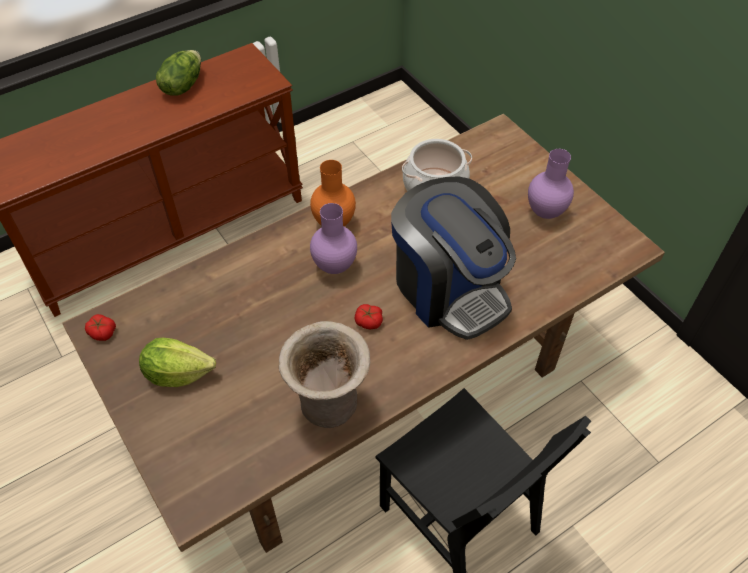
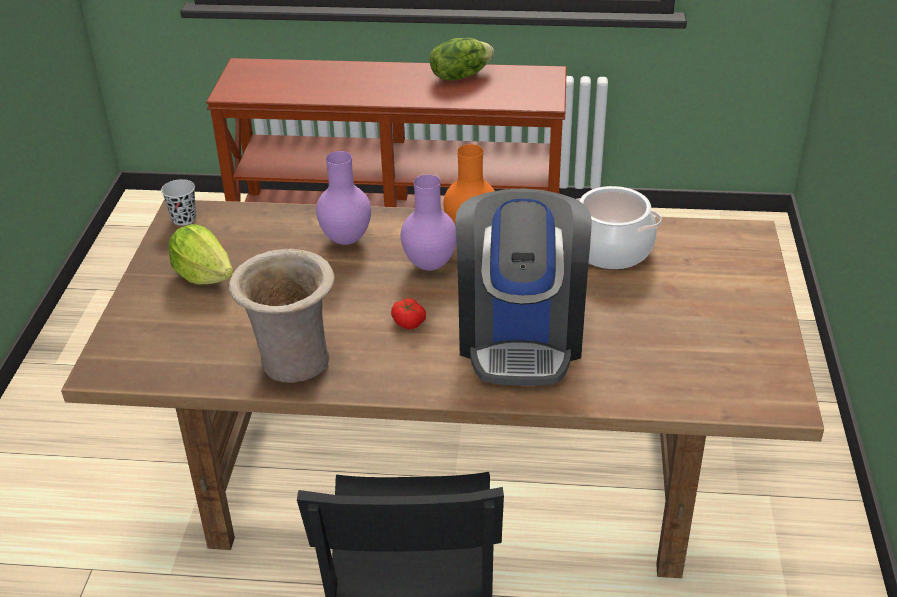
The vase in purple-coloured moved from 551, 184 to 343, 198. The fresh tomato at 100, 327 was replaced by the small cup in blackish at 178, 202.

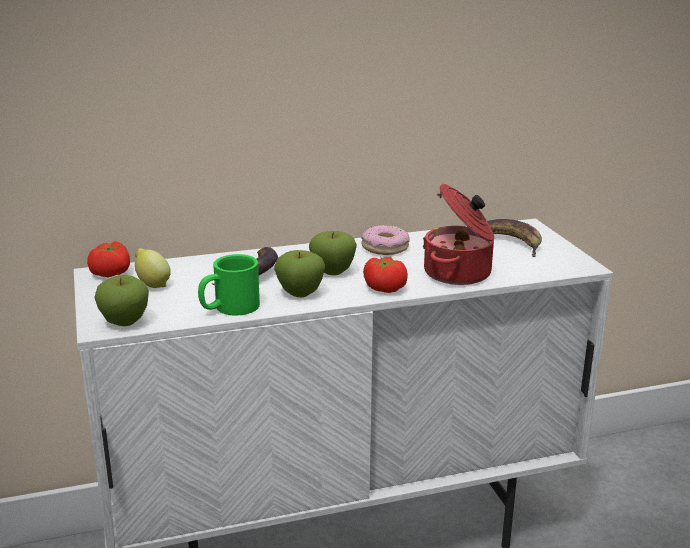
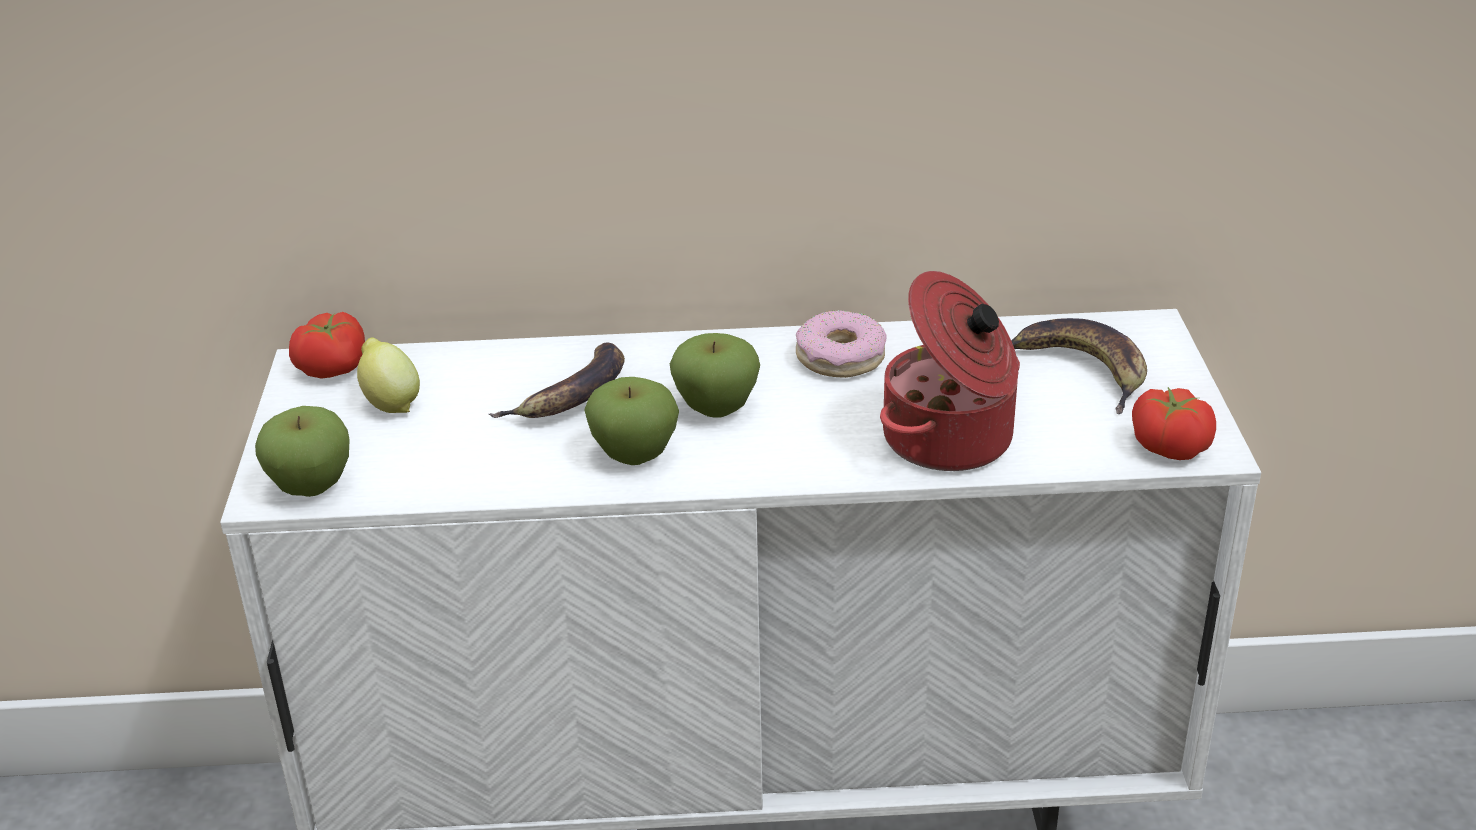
The mug in green-coloured at 229, 284 disappeared. The fresh tomato moved from 385, 275 to 1174, 423.

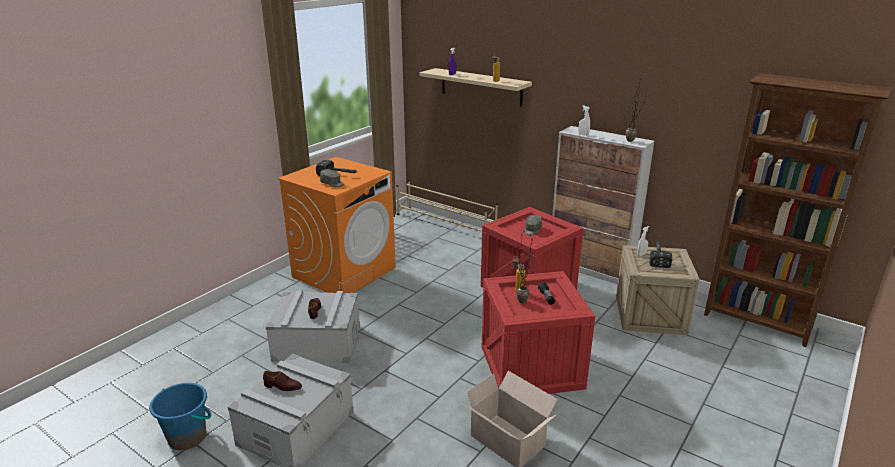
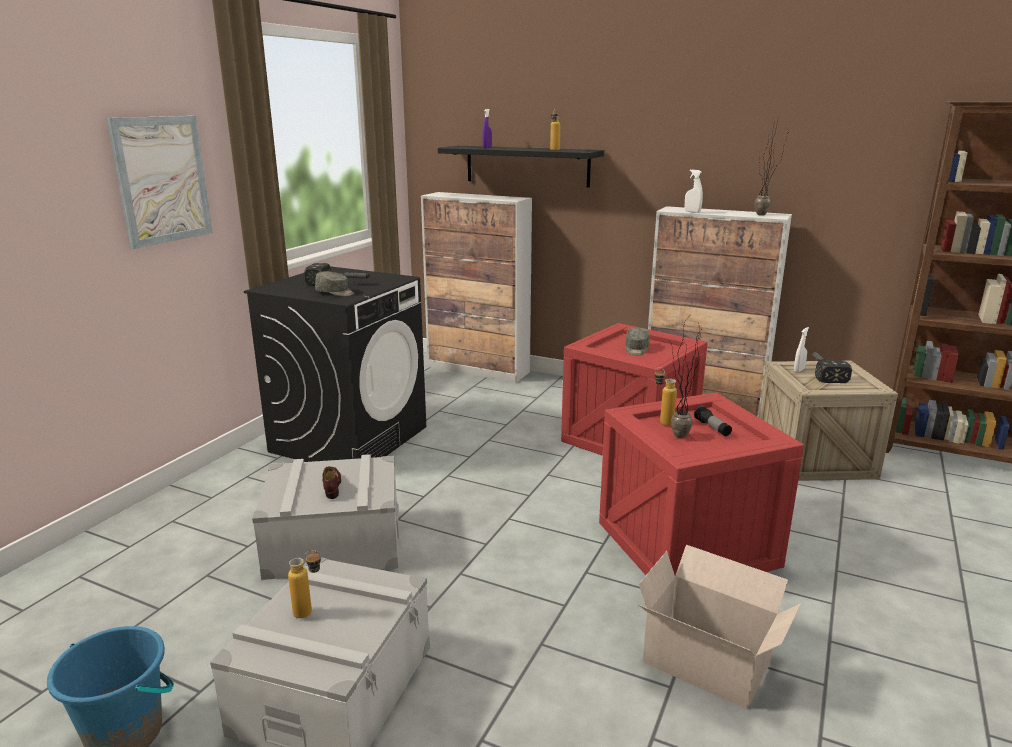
The shelf in beige-coloured at 475, 87 became the shelf in blackish at 521, 167. The washing machine in orange-coloured at 337, 225 became the washing machine in blackish at 335, 364. The shoe rack in beige-coloured at 447, 205 was replaced by the storage cabinet at 476, 287. The shoe in brown at 282, 381 was replaced by the bottle at 304, 584. The wall picture at 160, 182 appeared.

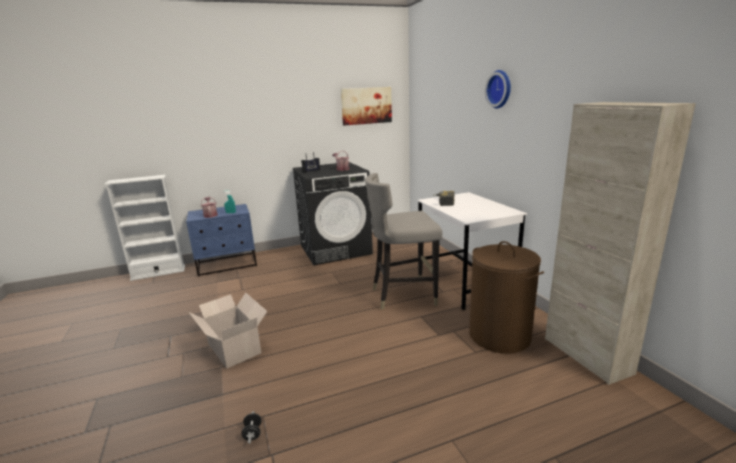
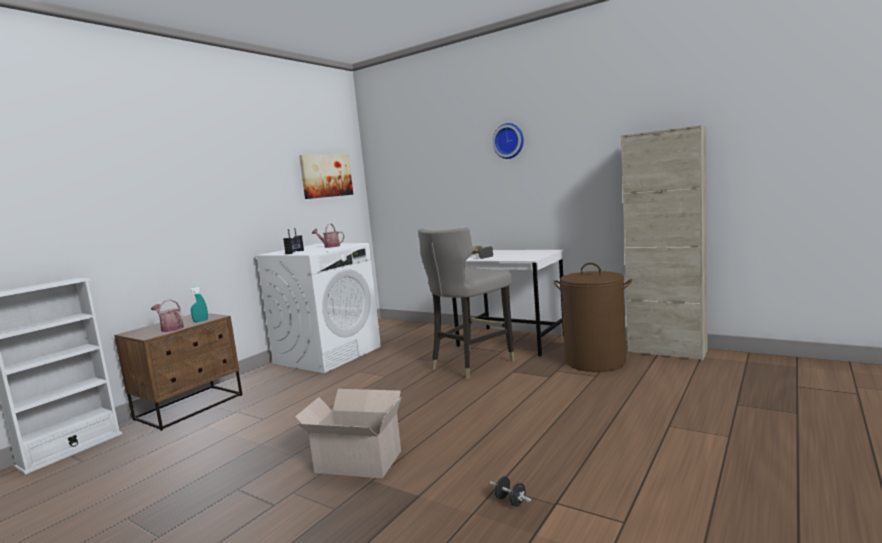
The washing machine in blackish at 333, 213 became the washing machine in white at 318, 308. The bedside table in blue-coloured at 221, 240 became the bedside table in brown at 178, 372.

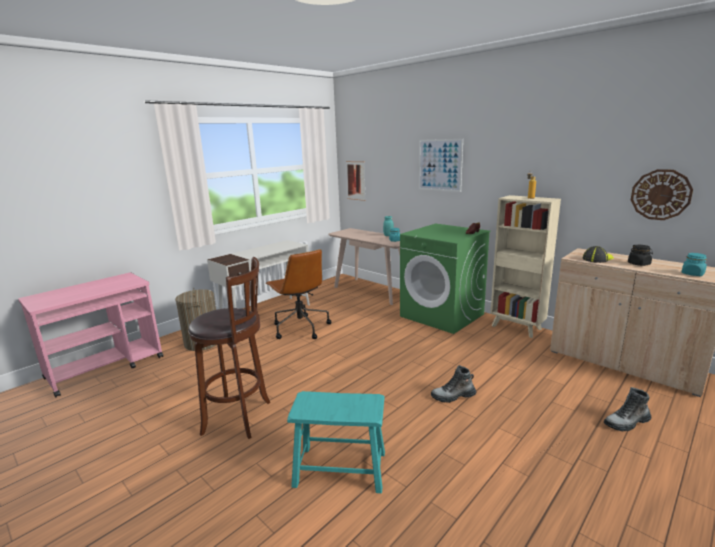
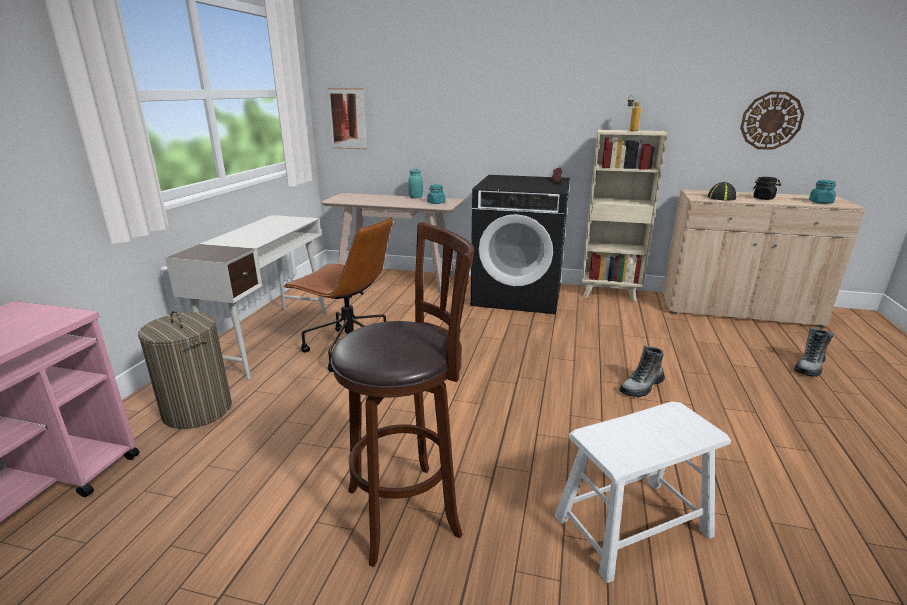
The wall picture at 441, 165 disappeared. The washing machine in green-coloured at 445, 279 became the washing machine in blackish at 520, 244. The sitting stool in turquoise-coloured at 336, 442 became the sitting stool in white at 643, 492.

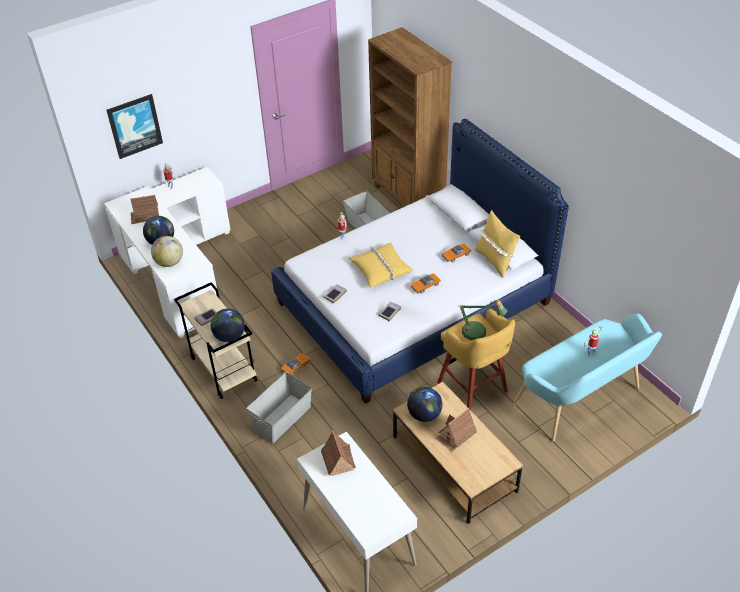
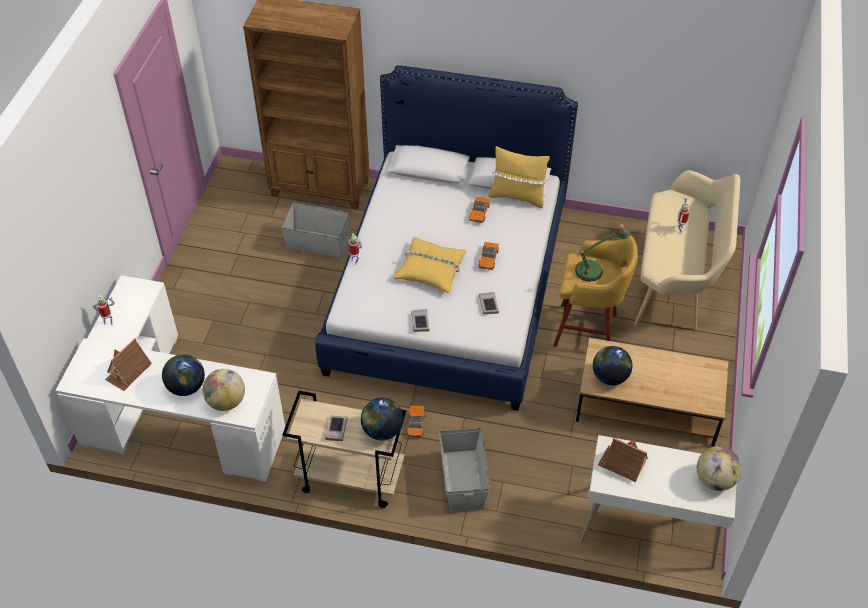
The wall picture at 135, 126 disappeared. The long seat in turquoise-coloured at 586, 377 became the long seat in beige-coloured at 687, 250. The miniature house at 456, 430 disappeared. The desk globe at 719, 468 appeared.

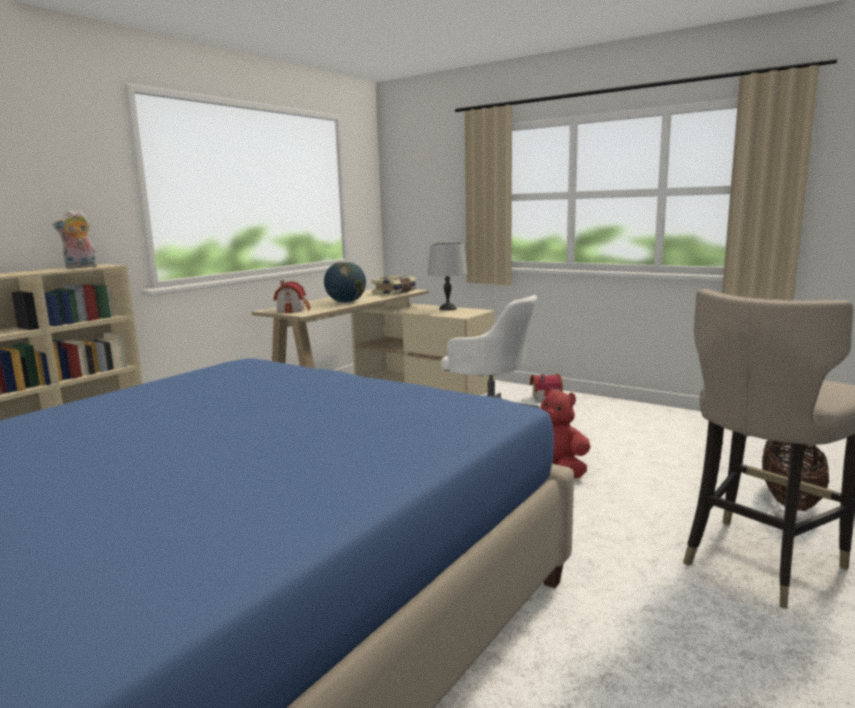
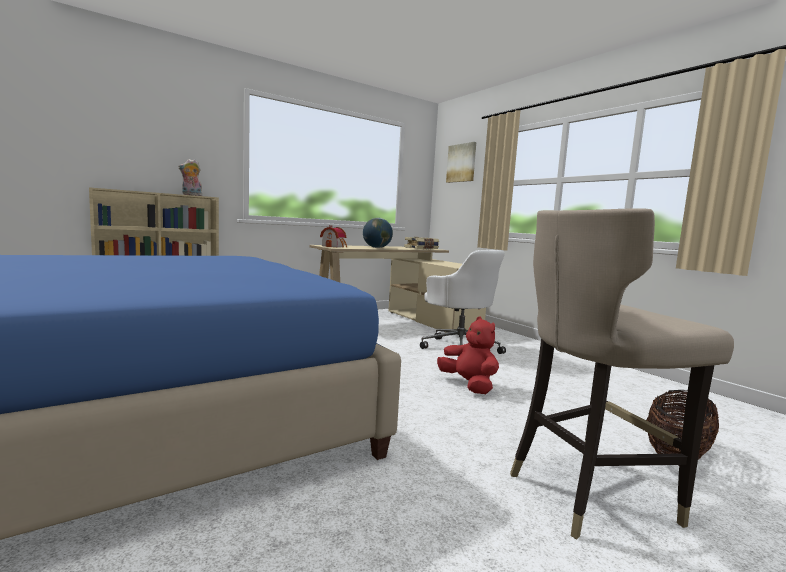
The lamp for a table in grey at 447, 276 disappeared. The miniature house at 546, 388 disappeared. The wall picture at 461, 162 appeared.

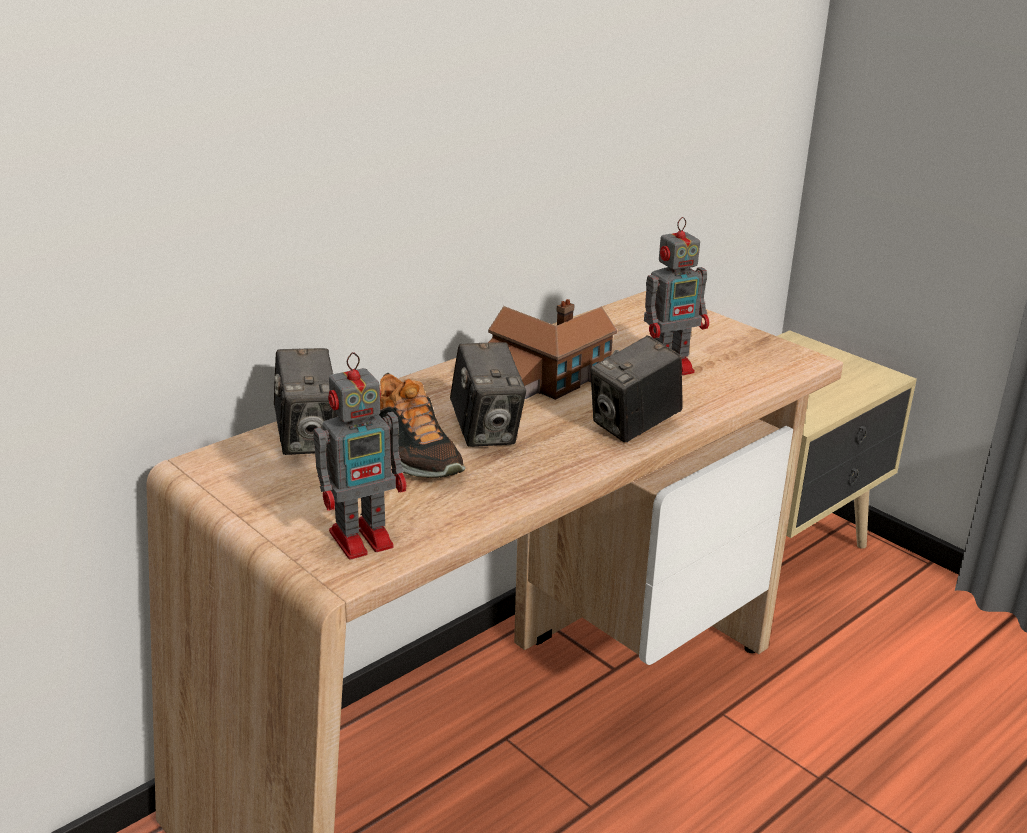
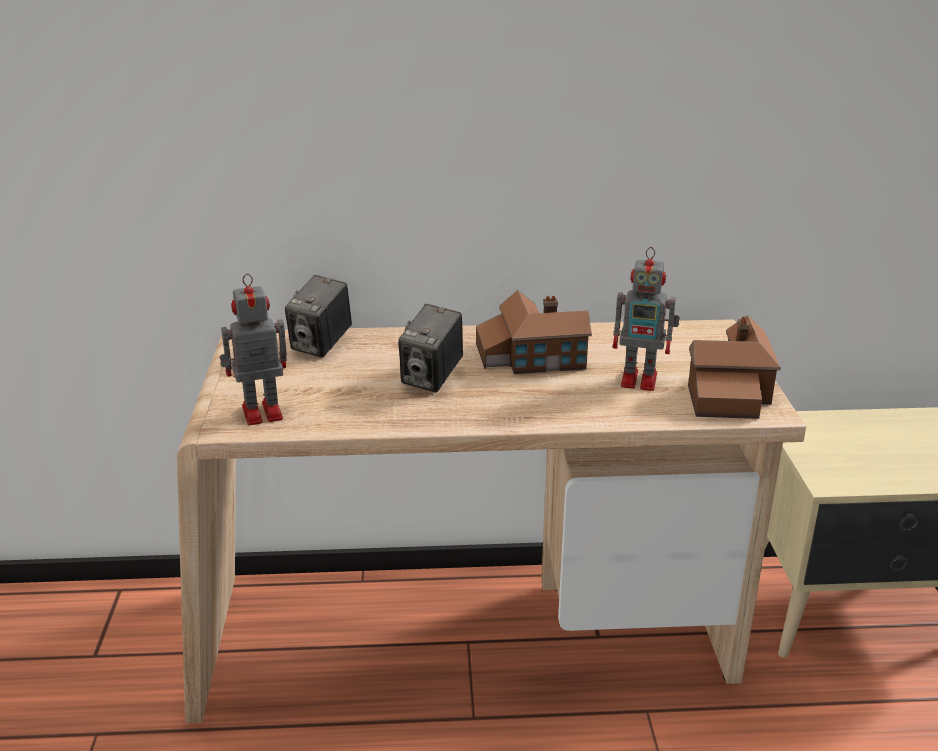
The still camera at 636, 389 disappeared. The robot figure at 360, 455 turned 150 degrees clockwise. The shoe at 422, 425 disappeared. The miniature house at 734, 367 appeared.

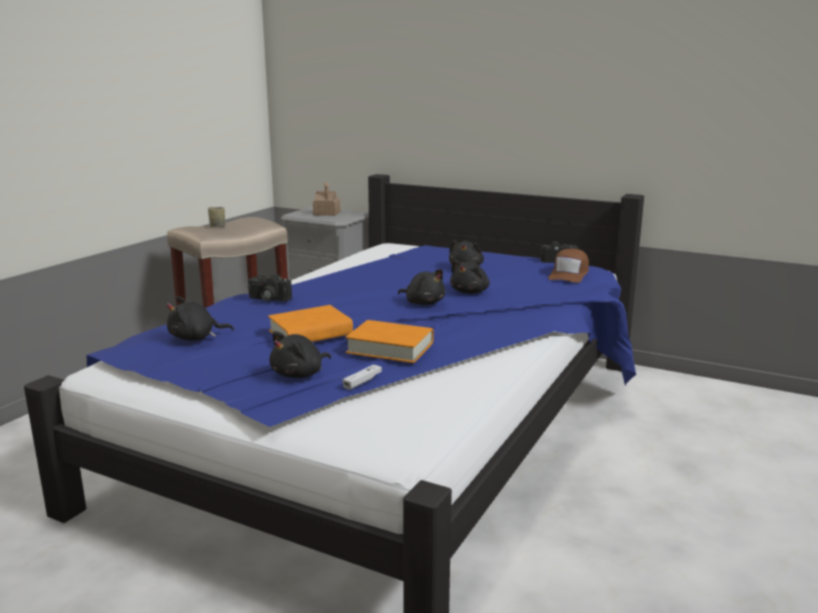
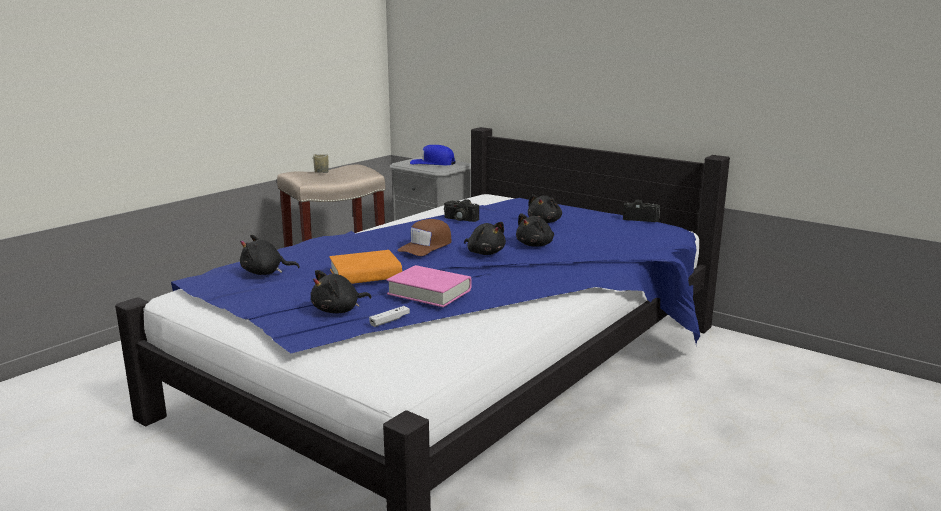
The miniature house at 326, 198 was replaced by the cap in blue-coloured at 433, 155. The cap in brown moved from 568, 266 to 424, 237. The still camera moved from 270, 287 to 461, 210. The volume in orange-coloured at 389, 341 became the volume in pinkish at 429, 286.

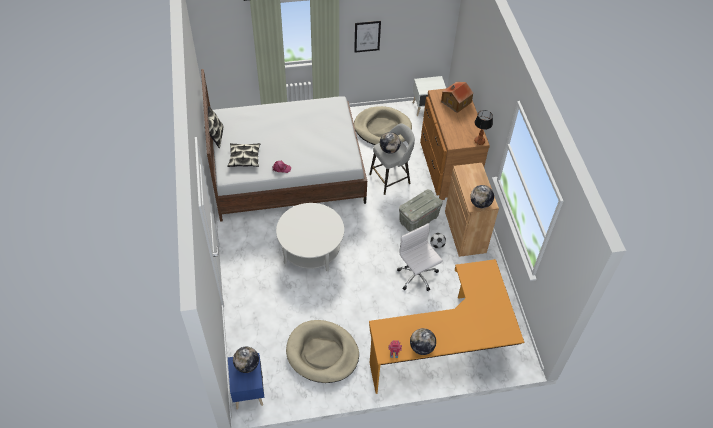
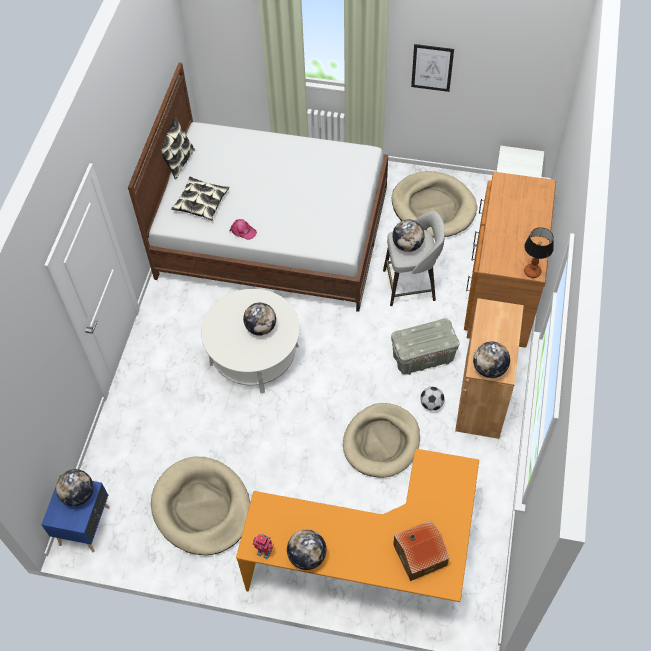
The miniature house moved from 457, 97 to 421, 550. The computer chair in white at 420, 257 was replaced by the pet bed in beige-coloured at 381, 440. The desk globe at 259, 319 appeared.

